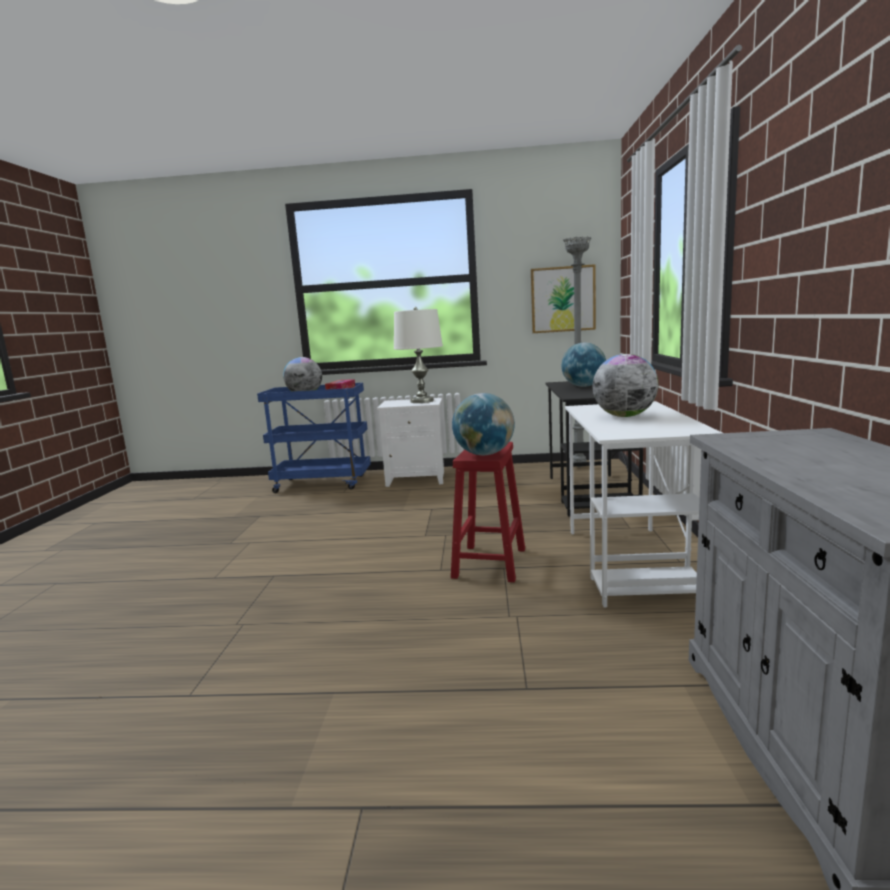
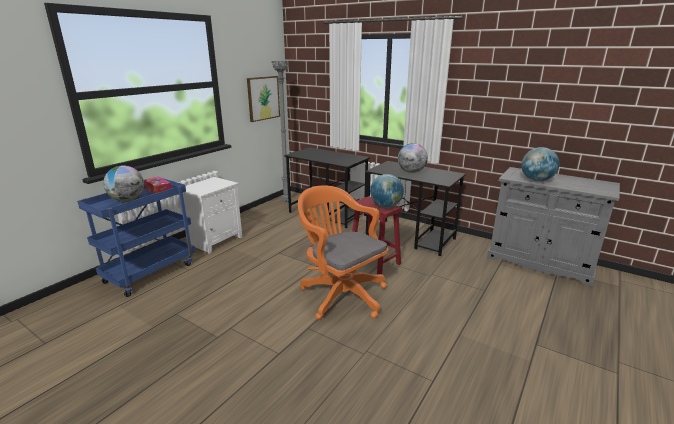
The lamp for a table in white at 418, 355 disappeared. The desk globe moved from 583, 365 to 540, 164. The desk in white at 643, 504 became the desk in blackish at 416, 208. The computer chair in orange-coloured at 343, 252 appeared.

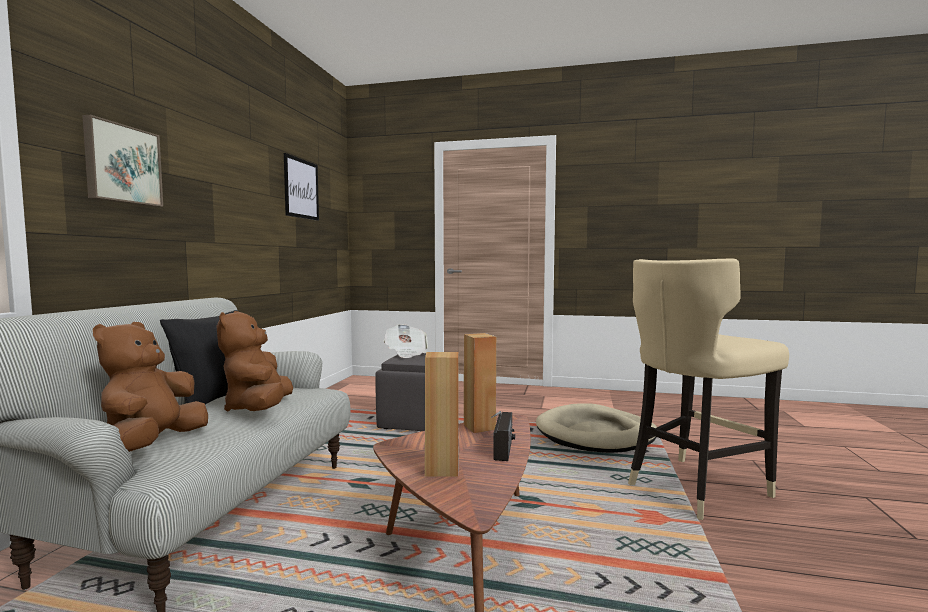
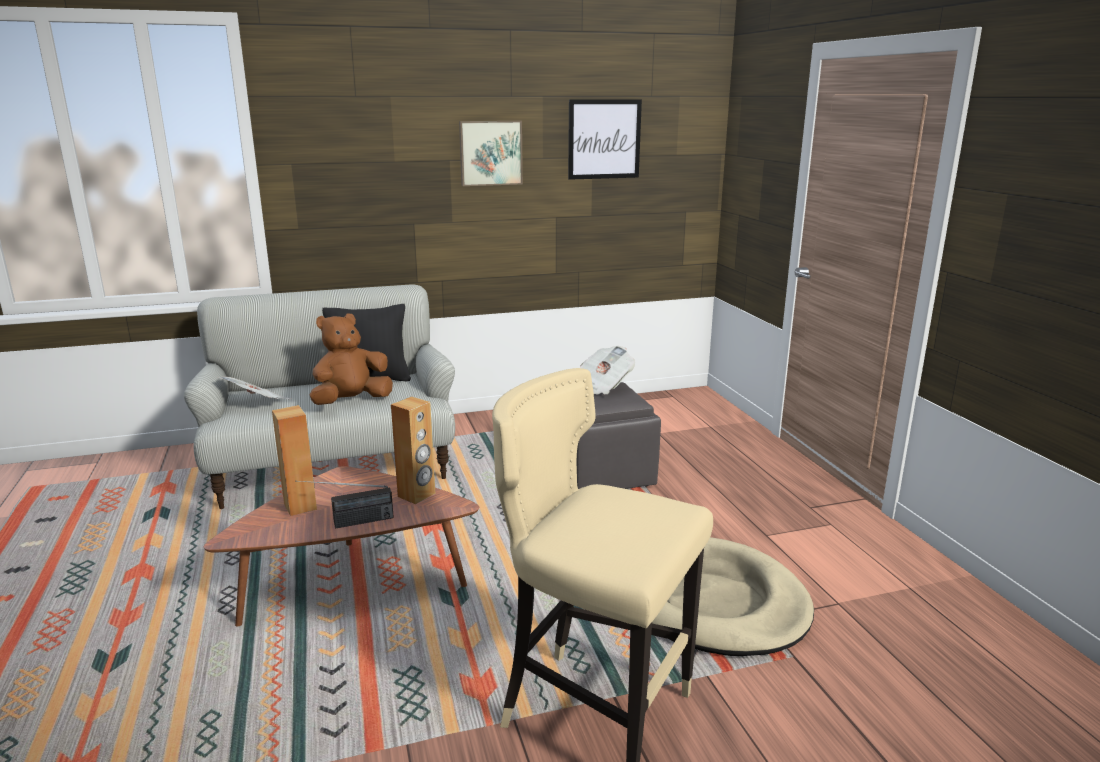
The wall picture moved from 122, 161 to 491, 153. The soft toy in brown at 150, 387 was replaced by the daily paper at 253, 388.

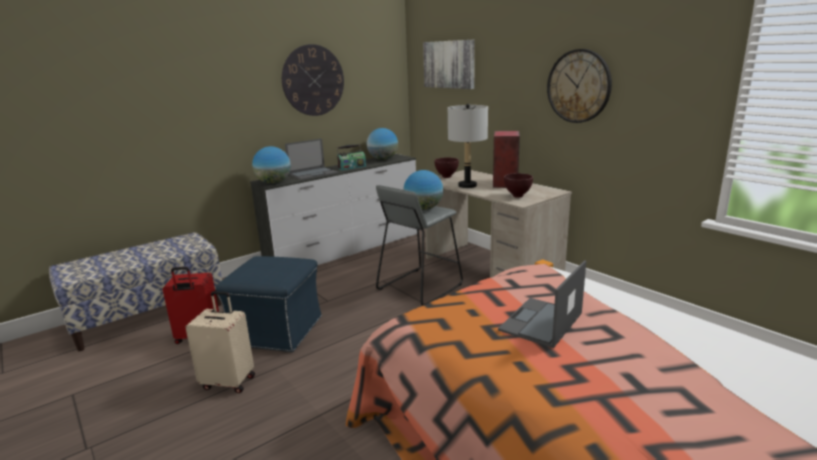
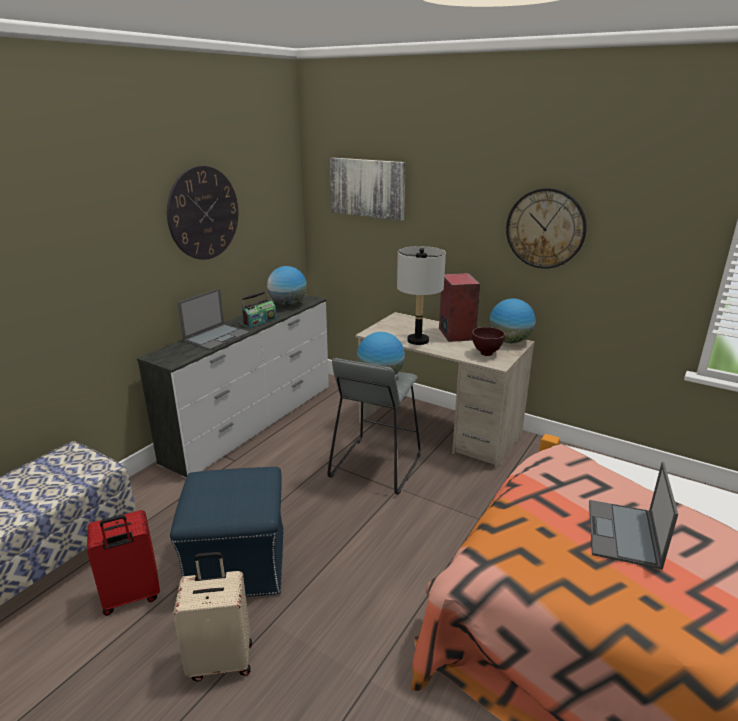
The desk globe moved from 271, 165 to 512, 320. The bowl in brown at 447, 167 disappeared.

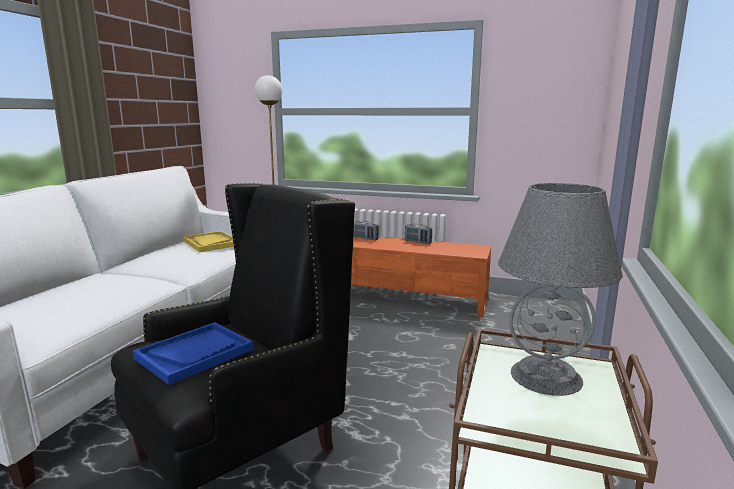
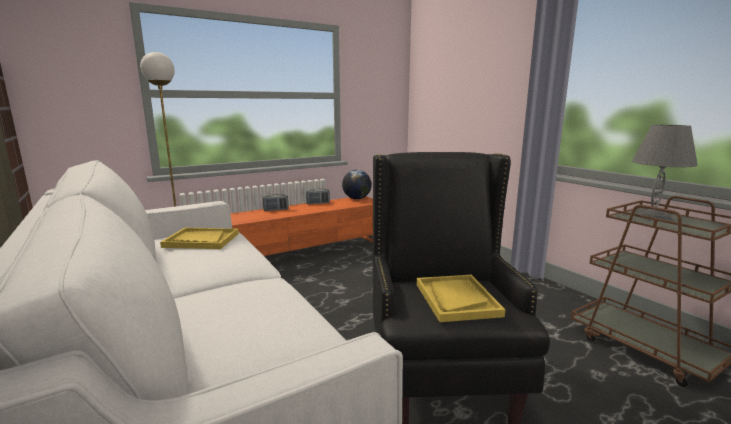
The tray in blue-coloured at 193, 353 became the tray in yellow at 461, 298. The desk globe at 357, 184 appeared.

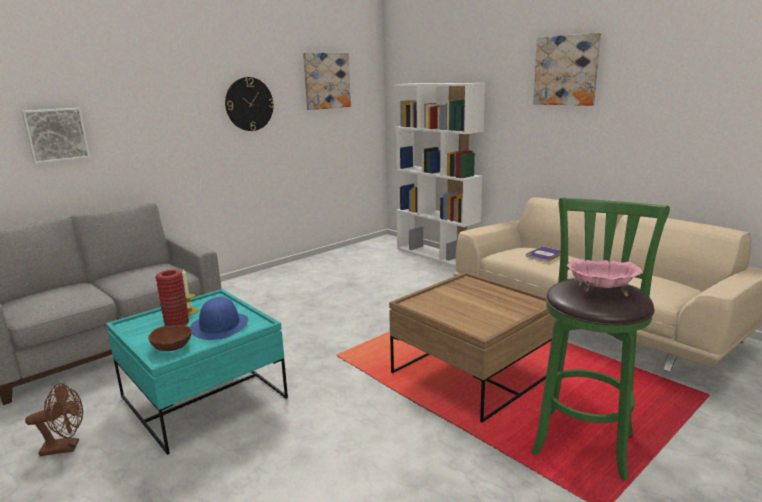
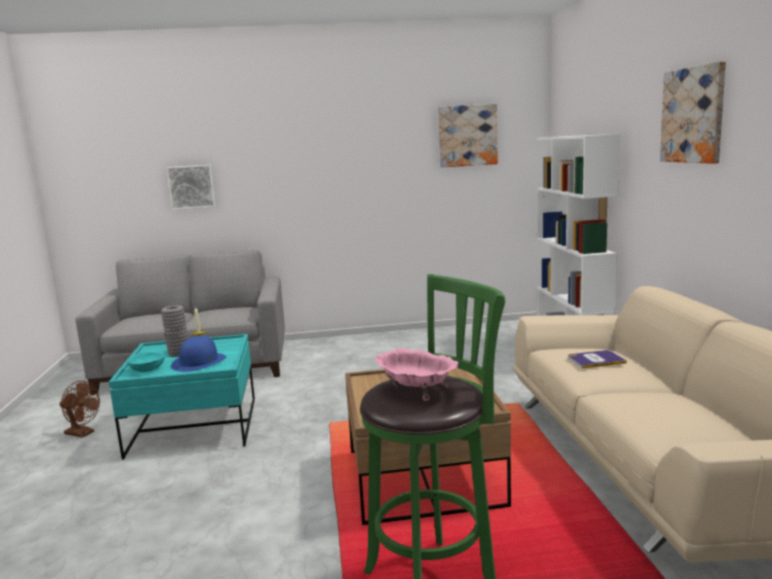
The clock on the wall at 249, 104 disappeared. The vase in reddish at 172, 298 became the vase in grey at 174, 331. The bowl in brown at 170, 338 became the bowl in turquoise-coloured at 146, 362.

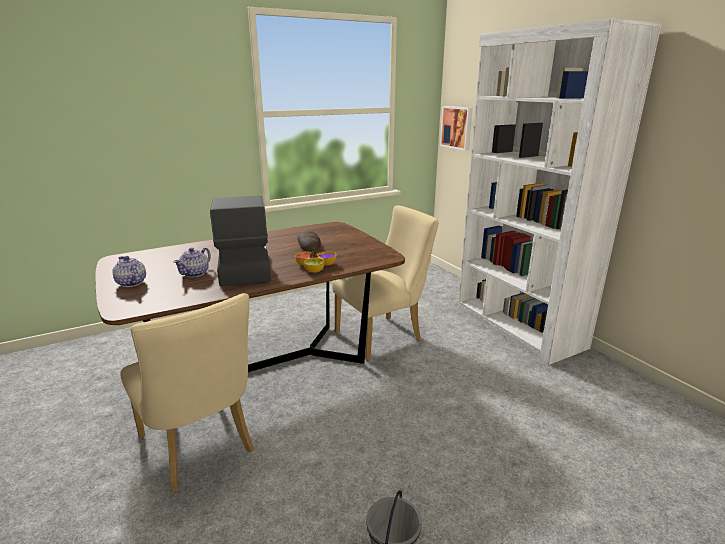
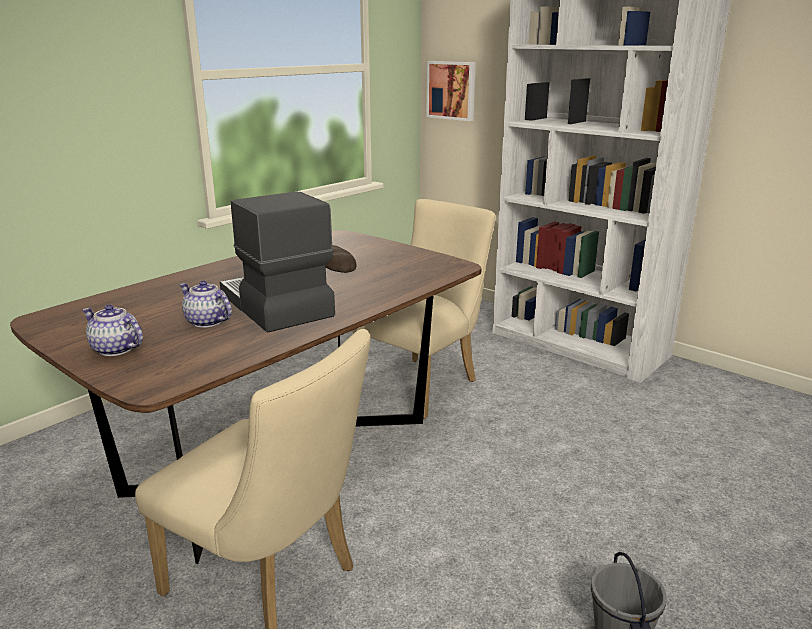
The pot for tea at 192, 262 turned 120 degrees clockwise. The bowl at 316, 262 disappeared.

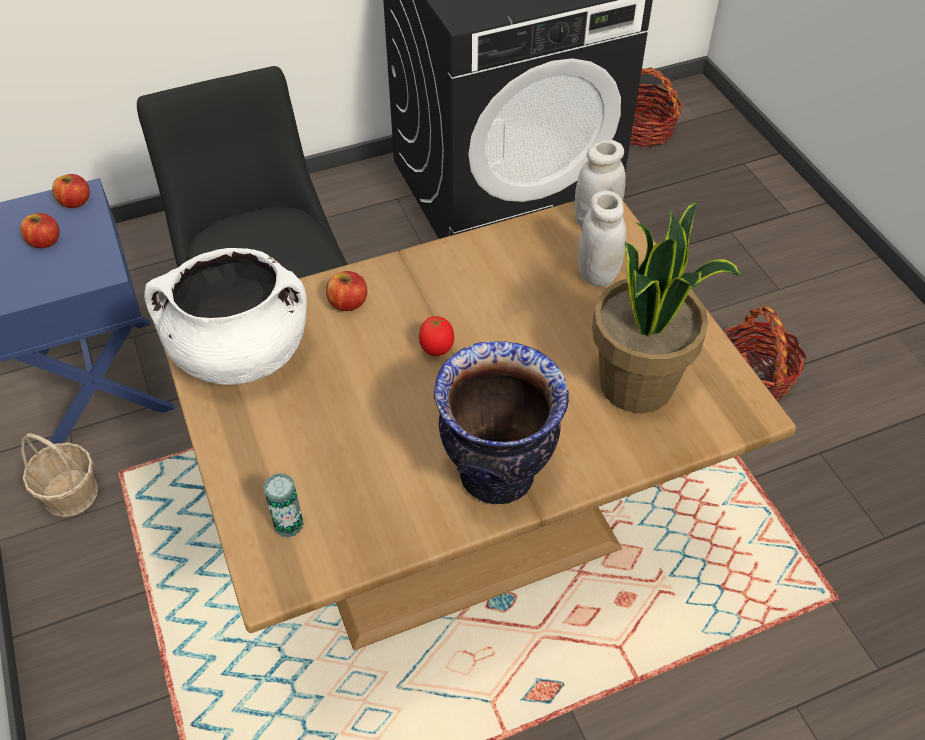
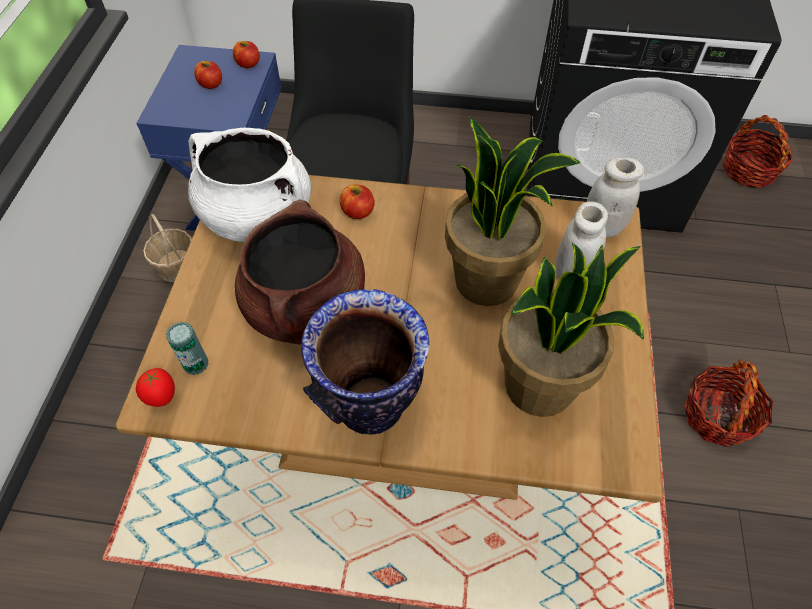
The fresh tomato moved from 436, 336 to 155, 387. The houseplant at 512, 211 appeared. The saucepot in brown at 300, 272 appeared.

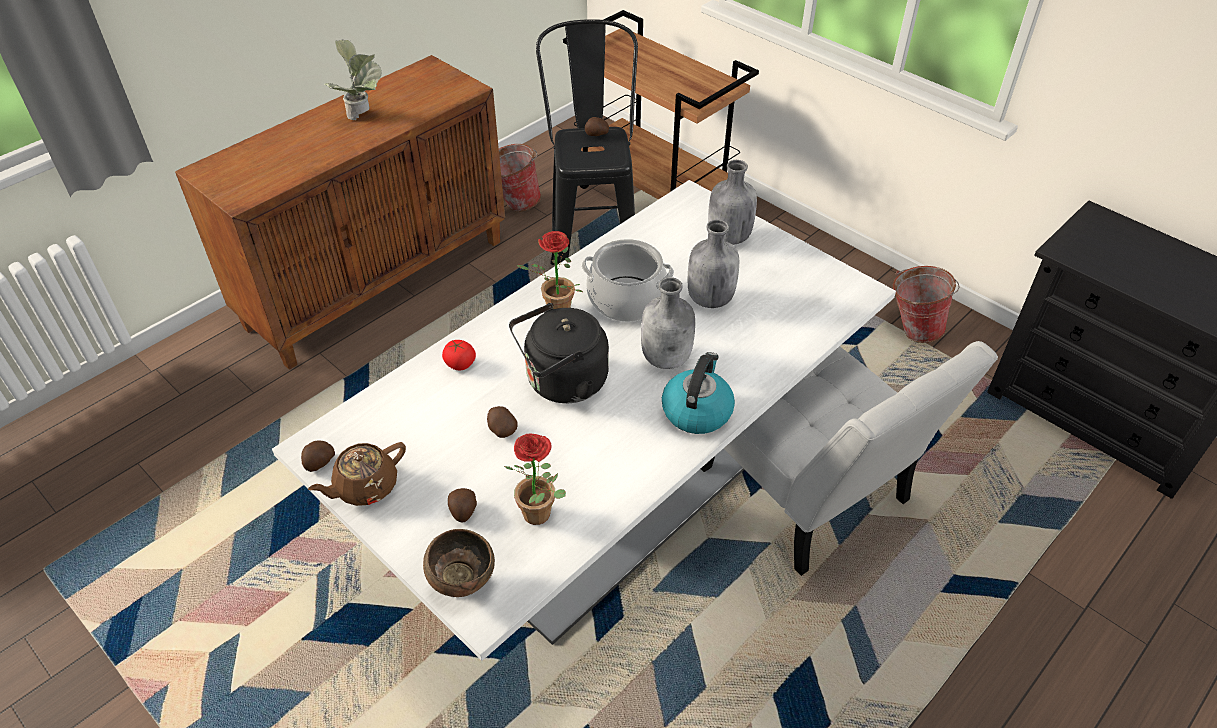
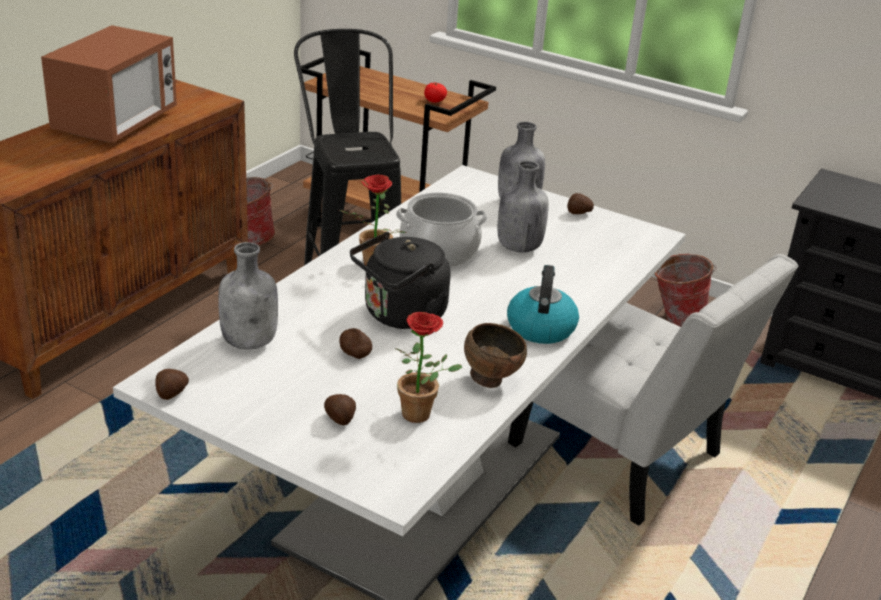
The houseplant at 353, 79 was replaced by the microwave oven at 109, 84. The whole potato moved from 597, 126 to 580, 203. The bottle in grey moved from 668, 323 to 248, 295. The fresh tomato moved from 459, 355 to 435, 93. The pot for tea in brown at 357, 474 disappeared. The bowl in brown moved from 459, 563 to 495, 355.

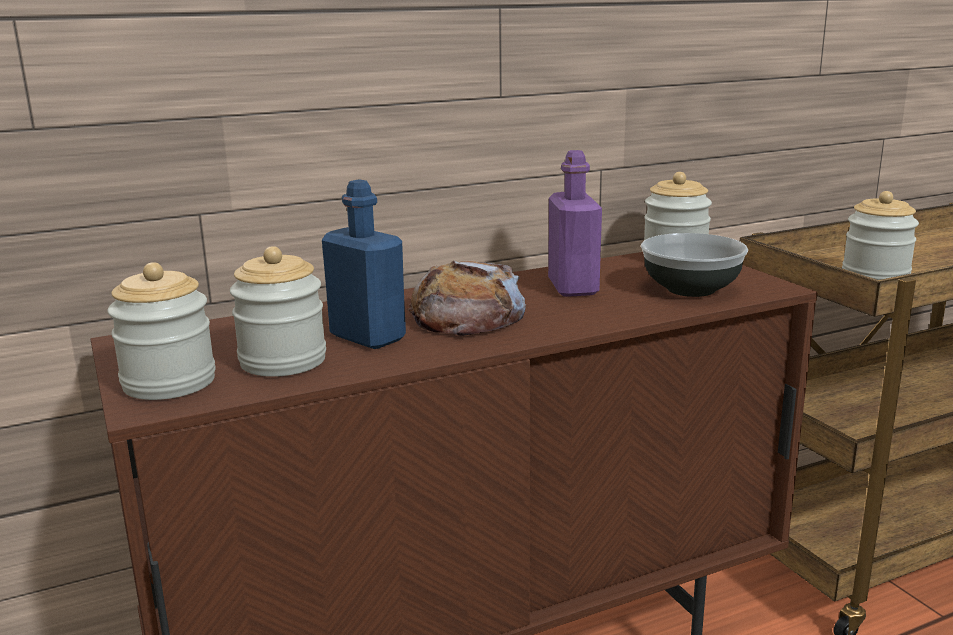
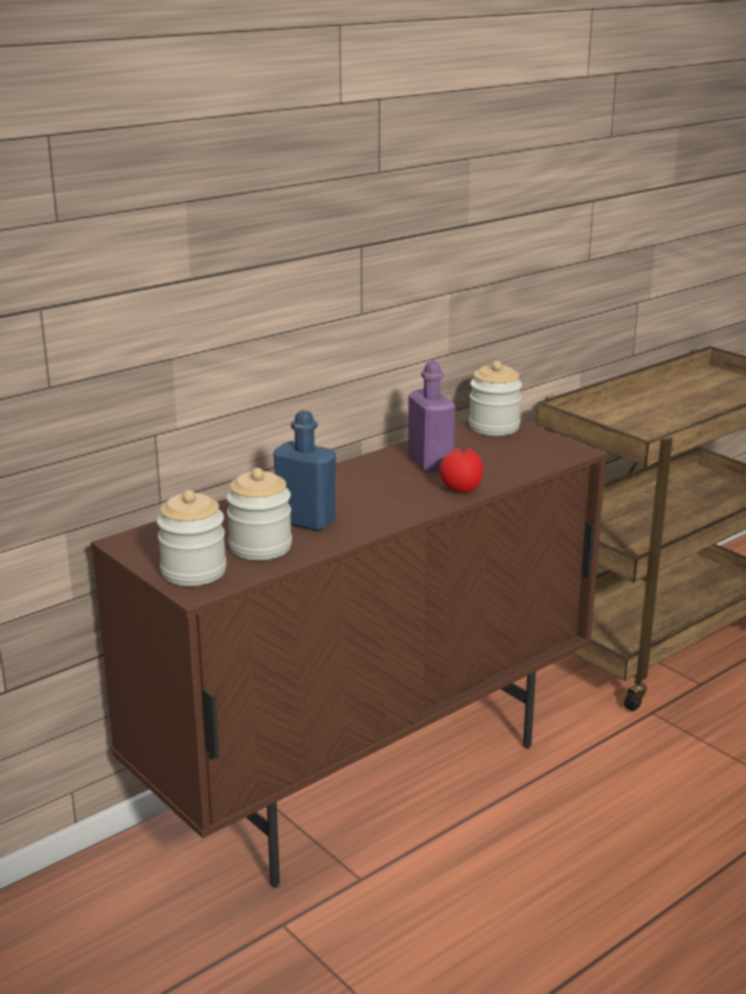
The storage jar at 880, 235 disappeared. The bowl at 694, 265 disappeared. The baked bread at 467, 298 disappeared. The fresh tomato at 461, 470 appeared.

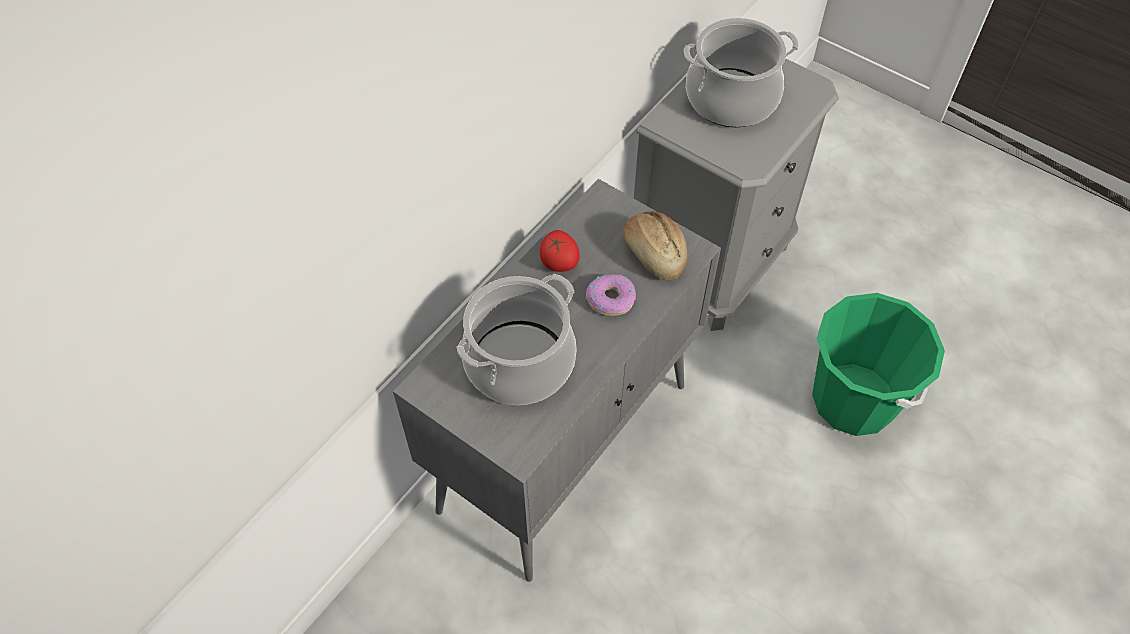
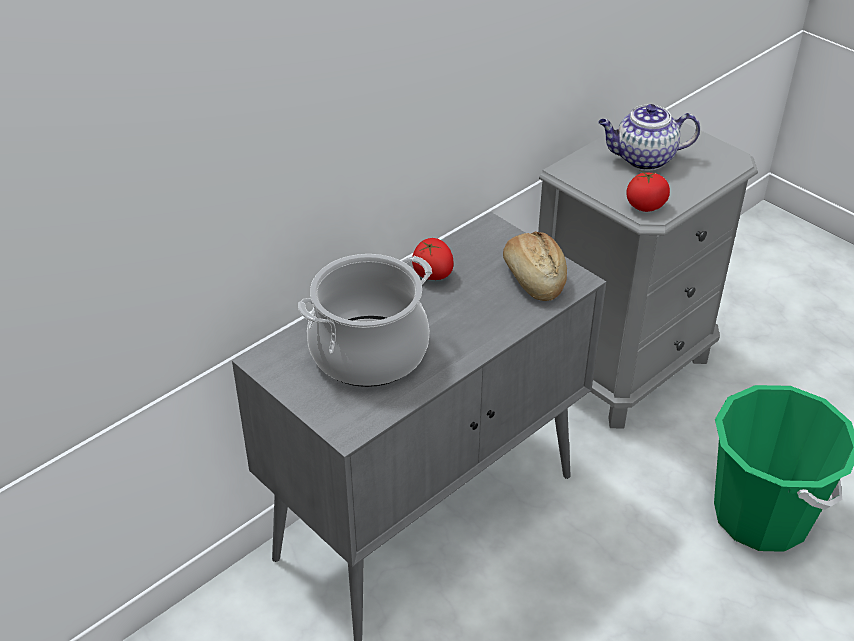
The saucepot at 741, 72 was replaced by the pot for tea at 649, 137. The ring doughnut at 611, 295 disappeared. The fresh tomato at 648, 191 appeared.

